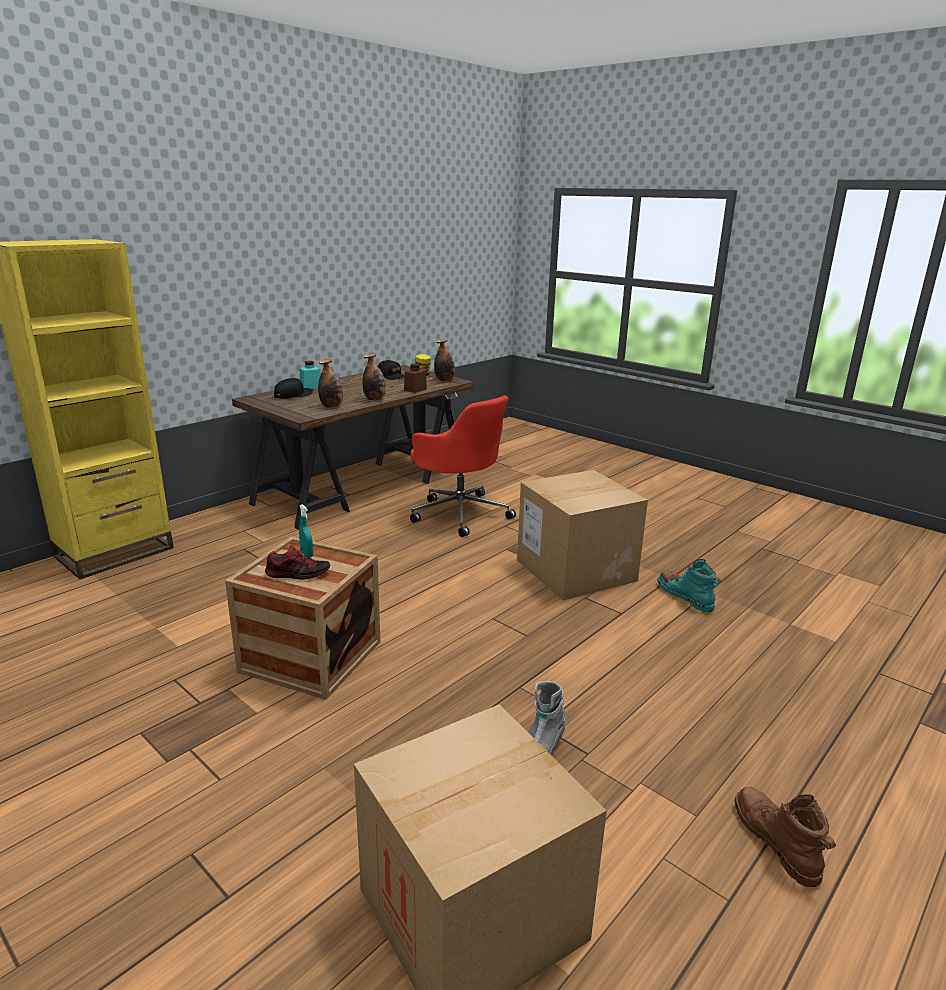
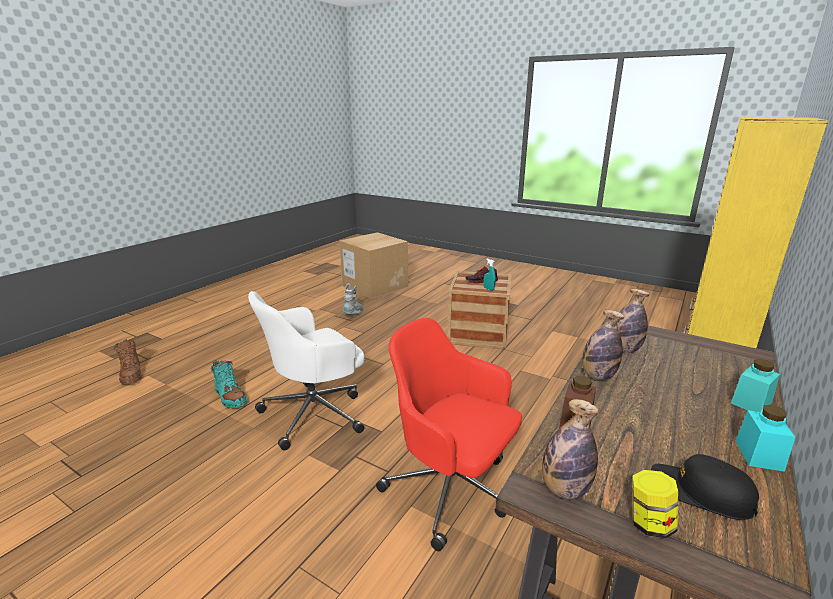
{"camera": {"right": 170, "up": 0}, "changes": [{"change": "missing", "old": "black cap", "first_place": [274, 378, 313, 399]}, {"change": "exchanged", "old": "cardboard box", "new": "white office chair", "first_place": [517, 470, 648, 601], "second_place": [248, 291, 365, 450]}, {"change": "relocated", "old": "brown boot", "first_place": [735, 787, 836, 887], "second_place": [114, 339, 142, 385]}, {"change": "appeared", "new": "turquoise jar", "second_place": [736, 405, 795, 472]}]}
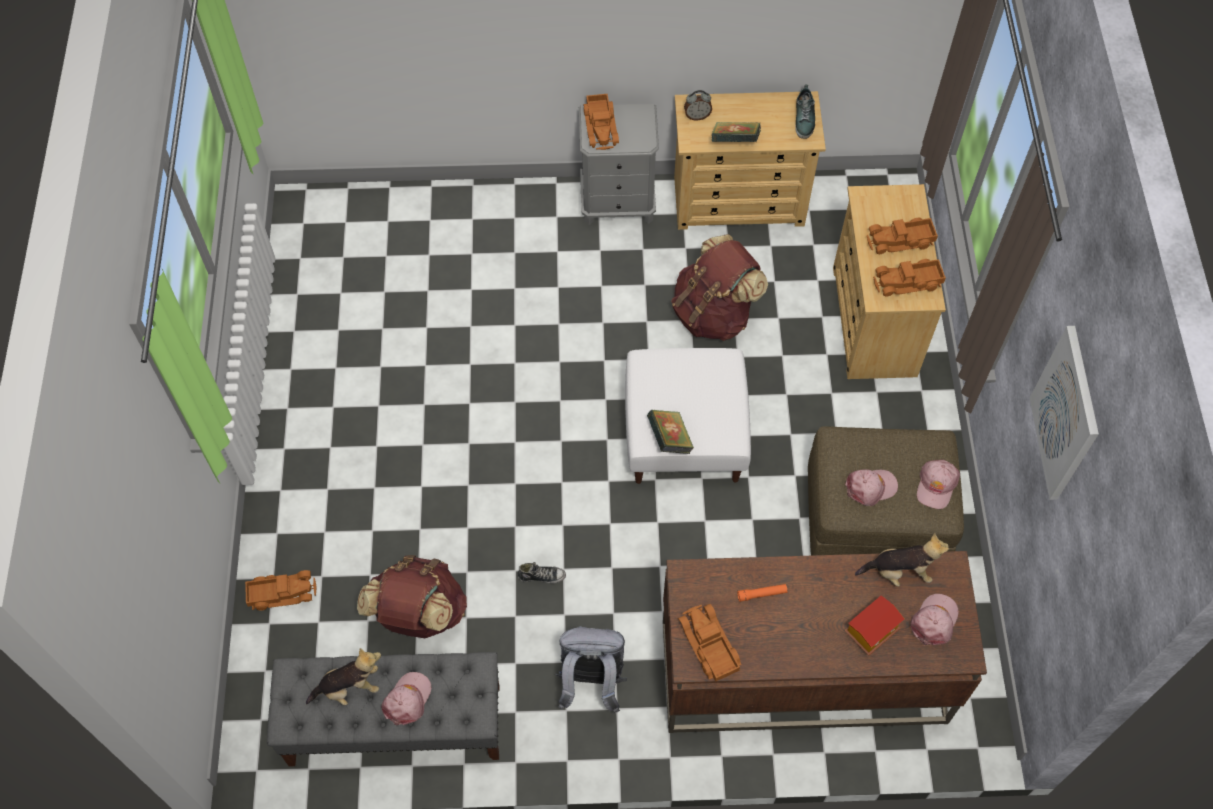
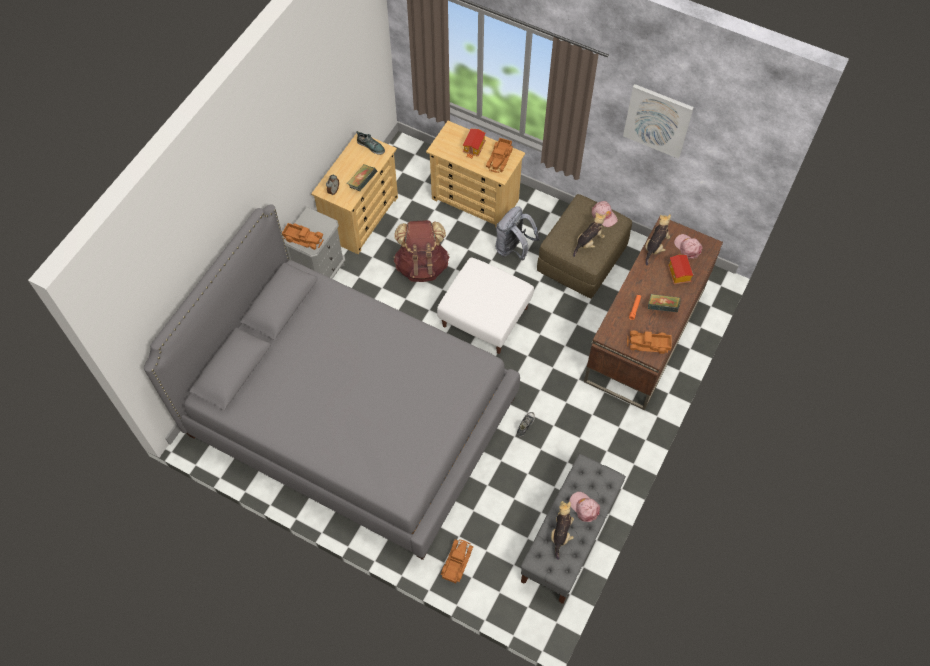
{"camera": {"right": -60, "up": 0}, "changes": [{"change": "missing", "old": "brown backpack", "first_place": [357, 555, 467, 638]}, {"change": "relocated", "old": "grey backpack", "first_place": [555, 626, 627, 713], "second_place": [496, 206, 540, 260]}, {"change": "relocated", "old": "book", "first_place": [647, 410, 694, 454], "second_place": [648, 294, 681, 312]}, {"change": "exchanged", "old": "pink cap", "new": "plush toy", "first_place": [845, 469, 898, 506], "second_place": [573, 212, 606, 257]}, {"change": "exchanged", "old": "toy truck", "new": "toy house", "first_place": [867, 218, 938, 254], "second_place": [463, 129, 486, 159]}, {"change": "appeared", "new": "grey bed", "second_place": [144, 204, 520, 560]}]}
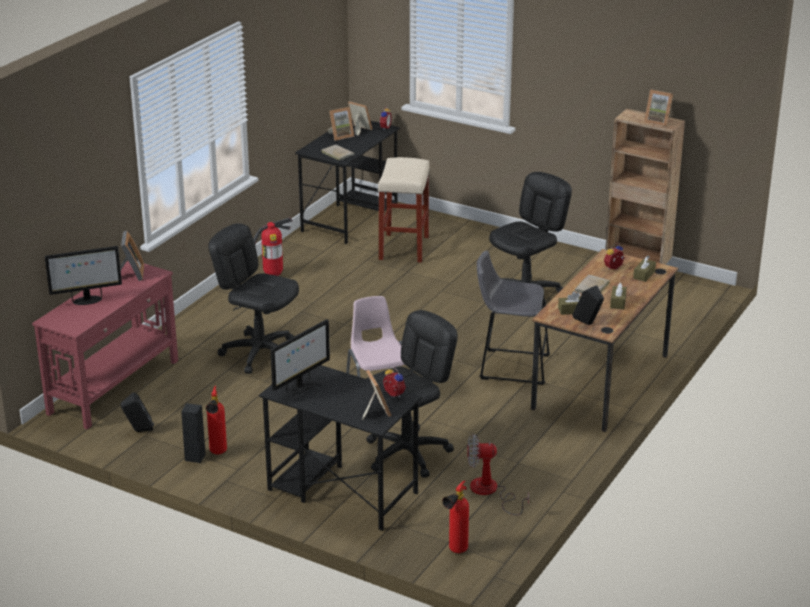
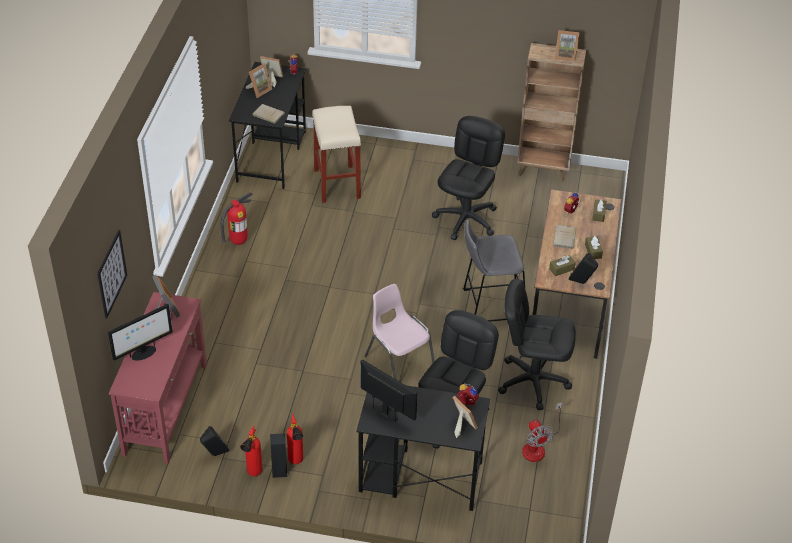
{"camera": {"right": -20, "up": 15}, "changes": [{"change": "relocated", "old": "black office chair", "first_place": [209, 223, 299, 374], "second_place": [498, 279, 576, 410]}, {"change": "spun", "old": "monitor", "first_place": [270, 319, 330, 394], "second_place": [360, 359, 417, 422], "degrees": -75}, {"change": "relocated", "old": "fire extinguisher", "first_place": [442, 481, 469, 553], "second_place": [240, 425, 263, 476]}, {"change": "spun", "old": "fan", "first_place": [467, 434, 529, 515], "second_place": [522, 402, 562, 462], "degrees": -90}, {"change": "appeared", "new": "picture", "second_place": [97, 230, 127, 319]}]}
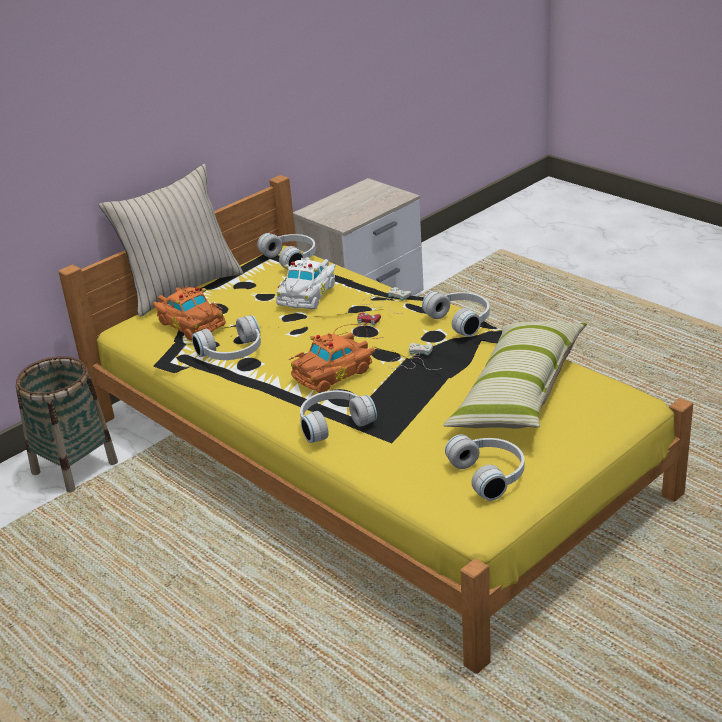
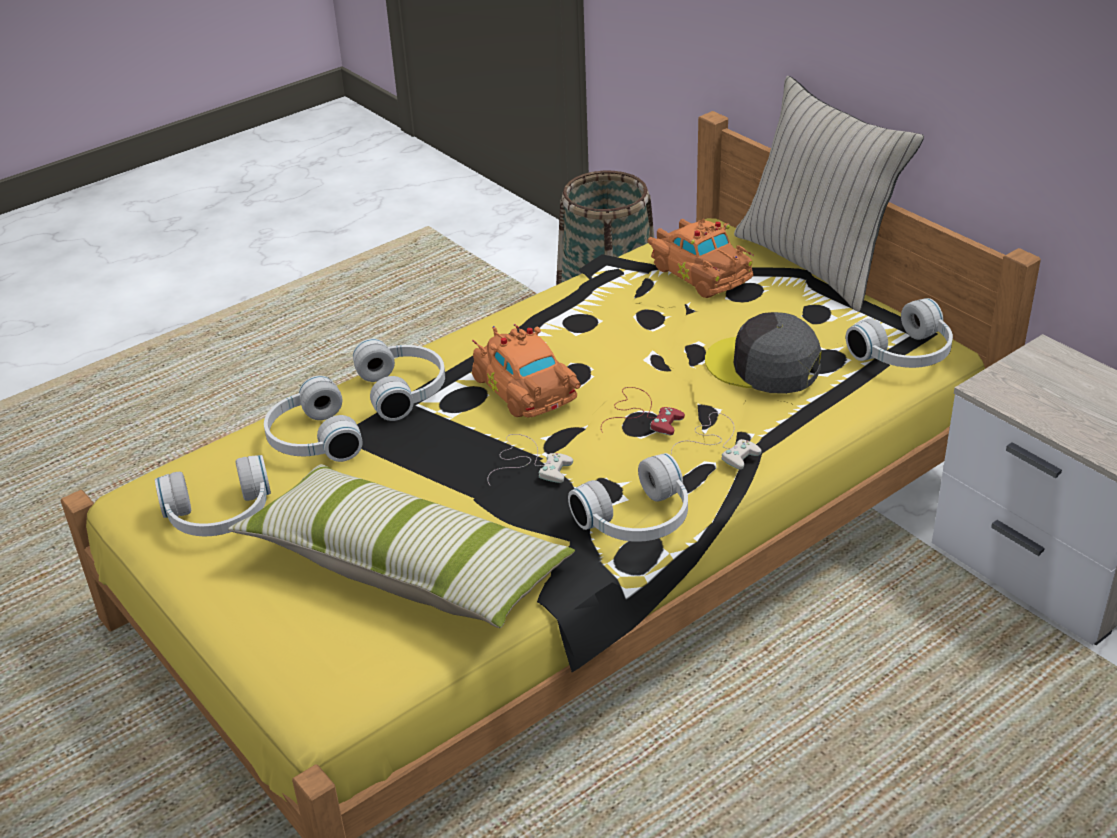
{"camera": {"right": 95, "up": 5}, "changes": [{"change": "spun", "old": "orange toy car", "first_place": [153, 286, 226, 340], "second_place": [647, 219, 754, 298], "degrees": -90}, {"change": "relocated", "old": "white headphones", "first_place": [192, 315, 261, 360], "second_place": [264, 376, 363, 462]}, {"change": "exchanged", "old": "white toy car", "new": "grey cap", "first_place": [276, 257, 336, 310], "second_place": [705, 312, 822, 394]}]}
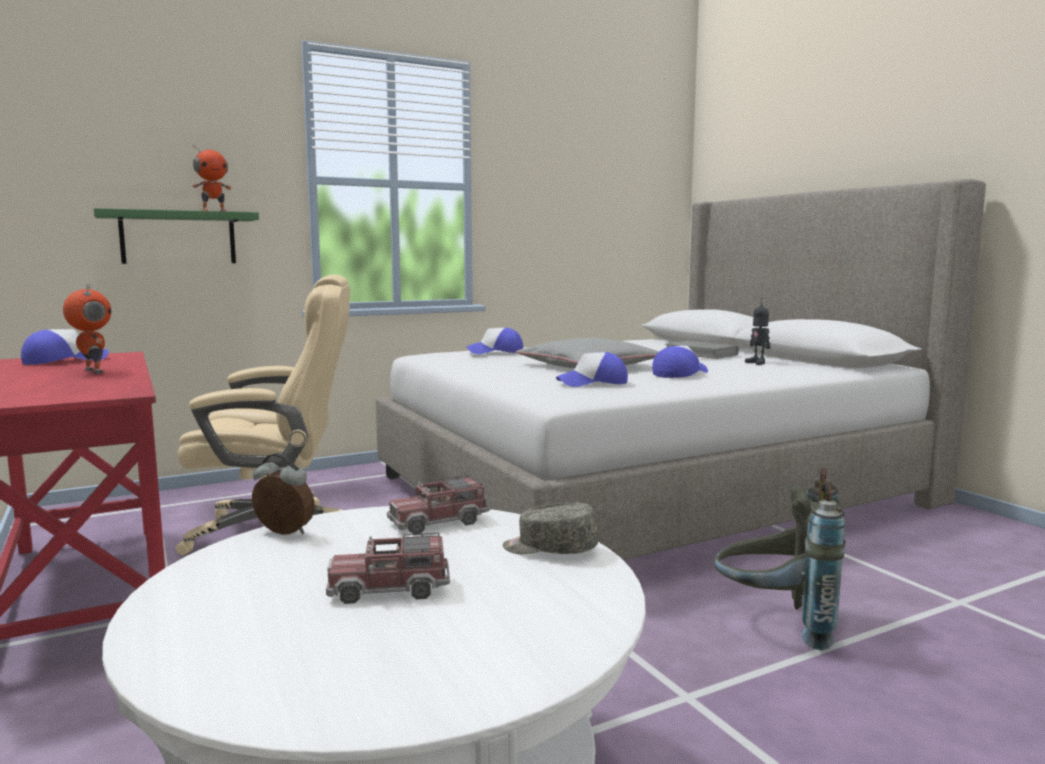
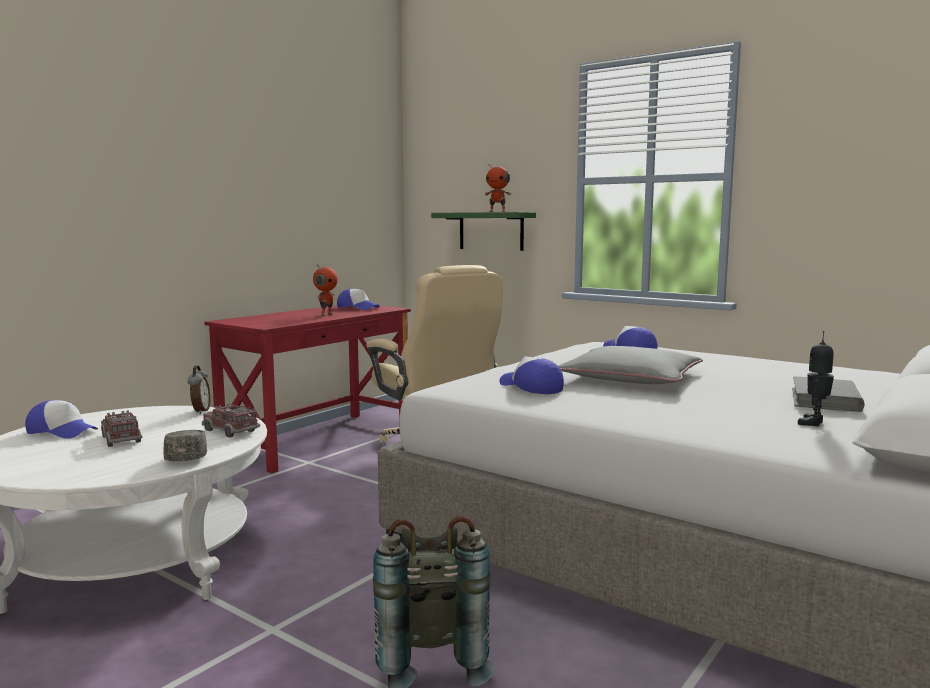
{"camera": {"right": 65, "up": 0}, "changes": [{"change": "relocated", "old": "cap", "first_place": [652, 345, 708, 378], "second_place": [25, 400, 98, 439]}]}
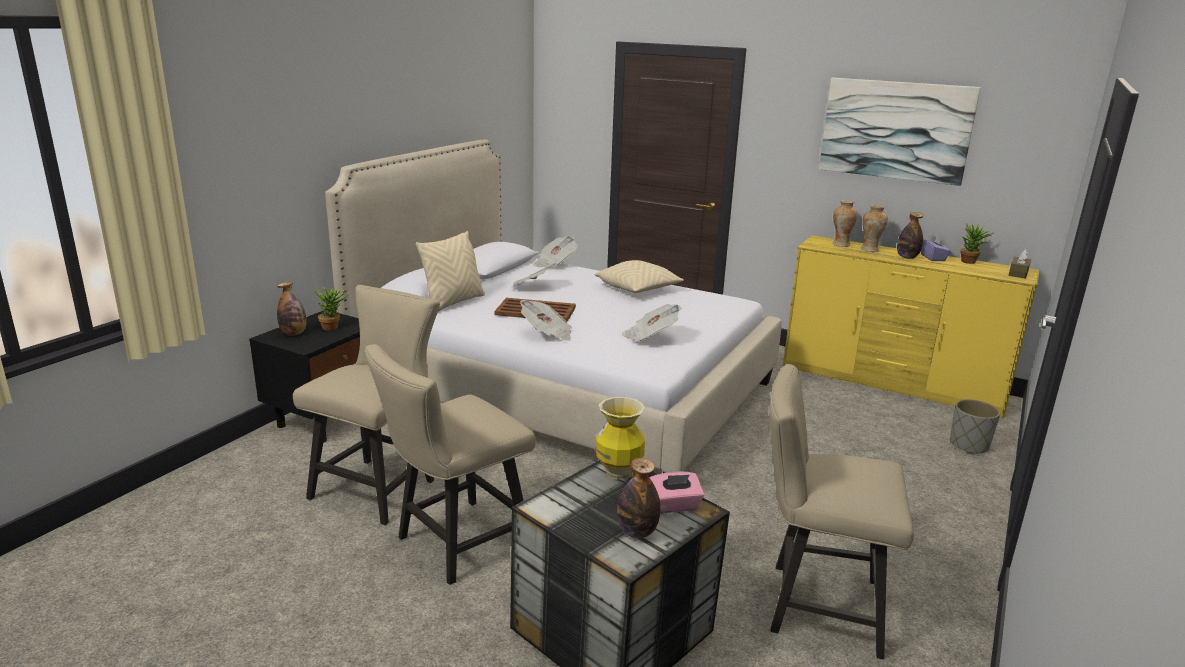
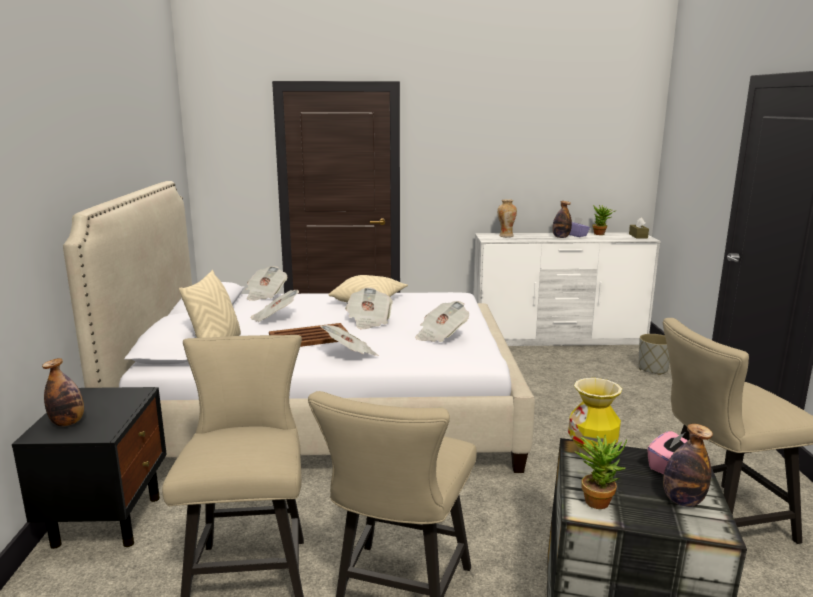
{"camera": {"right": -30, "up": -5}, "changes": [{"change": "relocated", "old": "potted plant", "first_place": [315, 287, 348, 331], "second_place": [574, 435, 627, 509]}, {"change": "colour", "old": "yellow dresser", "new": "white dresser", "first_place": [783, 235, 1039, 418], "second_place": [473, 232, 661, 346]}, {"change": "missing", "old": "picture", "first_place": [819, 78, 981, 186]}, {"change": "missing", "old": "vase", "first_place": [861, 205, 888, 252]}, {"change": "appeared", "new": "newspaper", "second_place": [345, 288, 393, 329]}]}
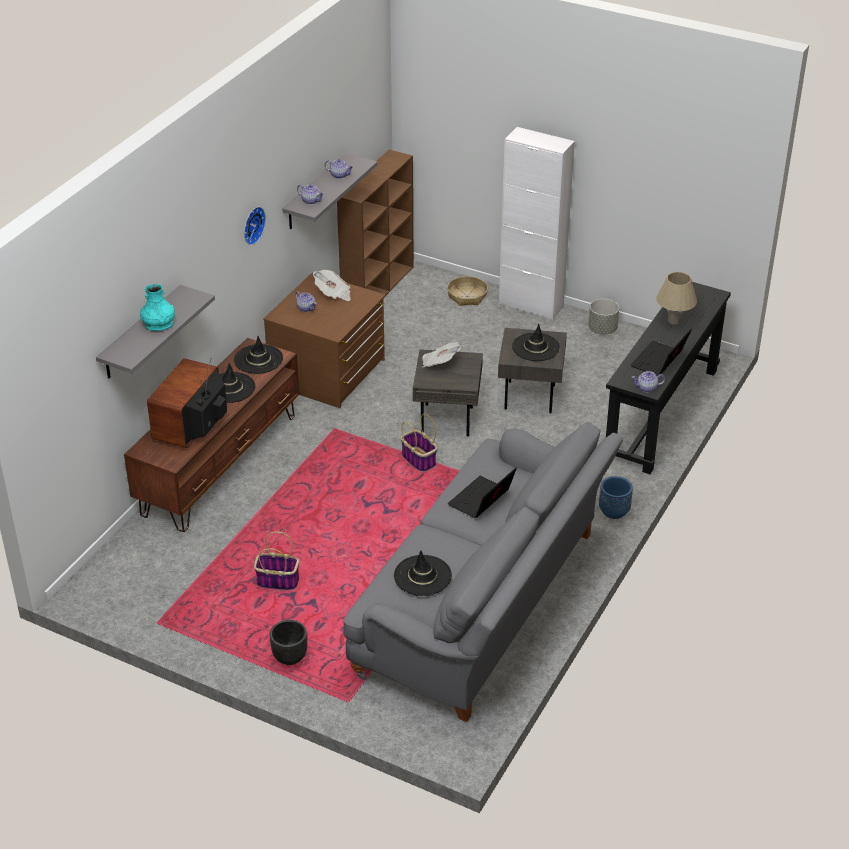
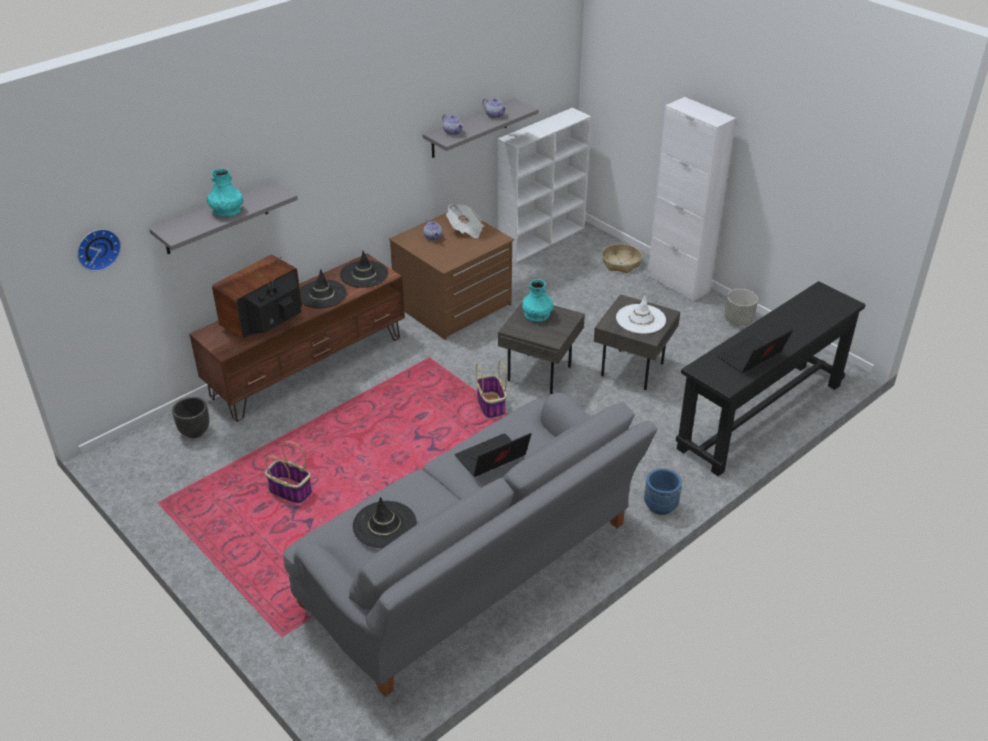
{"camera": {"right": 20, "up": 0}, "changes": [{"change": "relocated", "old": "wall clock", "first_place": [244, 207, 266, 245], "second_place": [77, 229, 121, 271]}, {"change": "relocated", "old": "black planter", "first_place": [270, 620, 307, 665], "second_place": [172, 397, 209, 438]}, {"change": "colour", "old": "brown bookcase", "new": "white bookcase", "first_place": [337, 149, 414, 295], "second_place": [498, 108, 591, 263]}, {"change": "exchanged", "old": "newspaper", "new": "turquoise vase", "first_place": [422, 342, 461, 367], "second_place": [522, 279, 553, 322]}, {"change": "colour", "old": "black hat", "new": "white hat", "first_place": [512, 324, 560, 361], "second_place": [616, 295, 666, 334]}, {"change": "missing", "old": "teapot", "first_place": [631, 371, 665, 392]}, {"change": "missing", "old": "beige table lamp", "first_place": [656, 272, 697, 325]}]}
